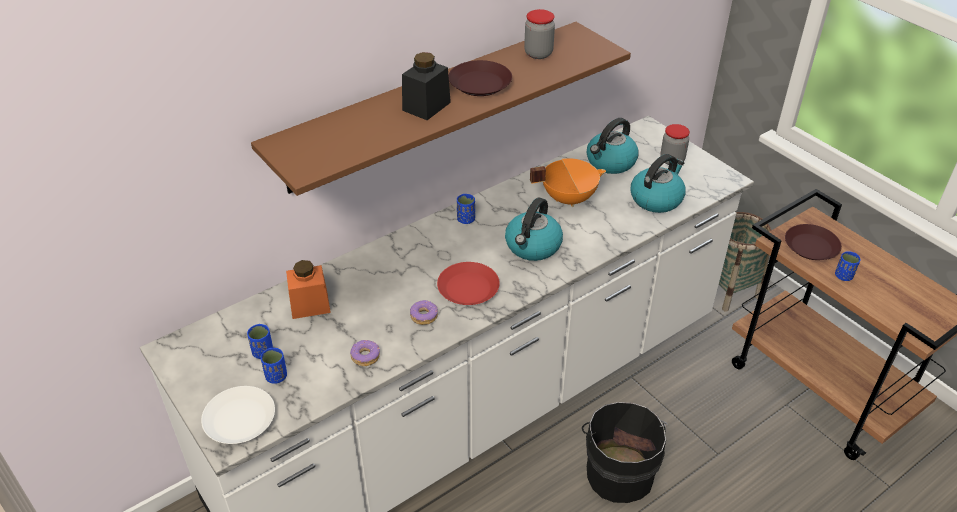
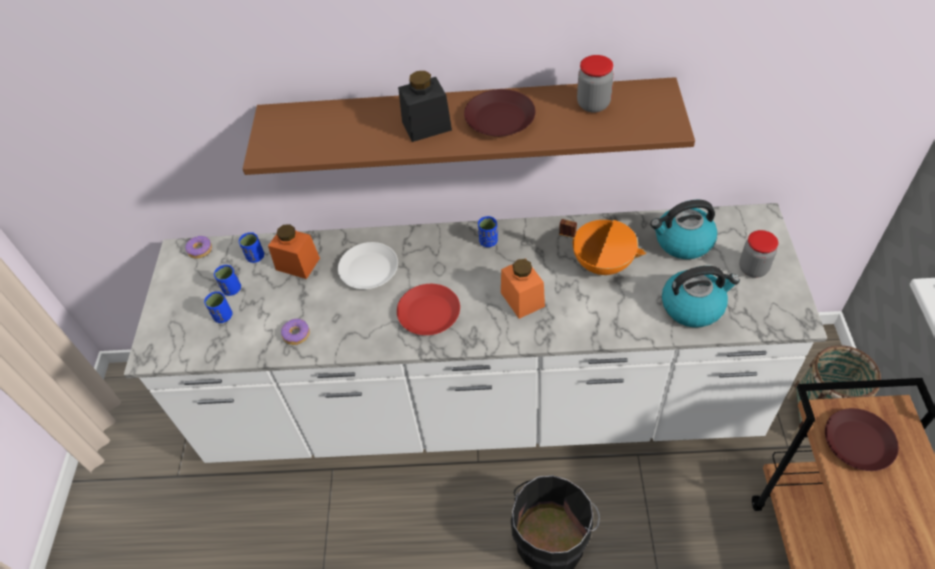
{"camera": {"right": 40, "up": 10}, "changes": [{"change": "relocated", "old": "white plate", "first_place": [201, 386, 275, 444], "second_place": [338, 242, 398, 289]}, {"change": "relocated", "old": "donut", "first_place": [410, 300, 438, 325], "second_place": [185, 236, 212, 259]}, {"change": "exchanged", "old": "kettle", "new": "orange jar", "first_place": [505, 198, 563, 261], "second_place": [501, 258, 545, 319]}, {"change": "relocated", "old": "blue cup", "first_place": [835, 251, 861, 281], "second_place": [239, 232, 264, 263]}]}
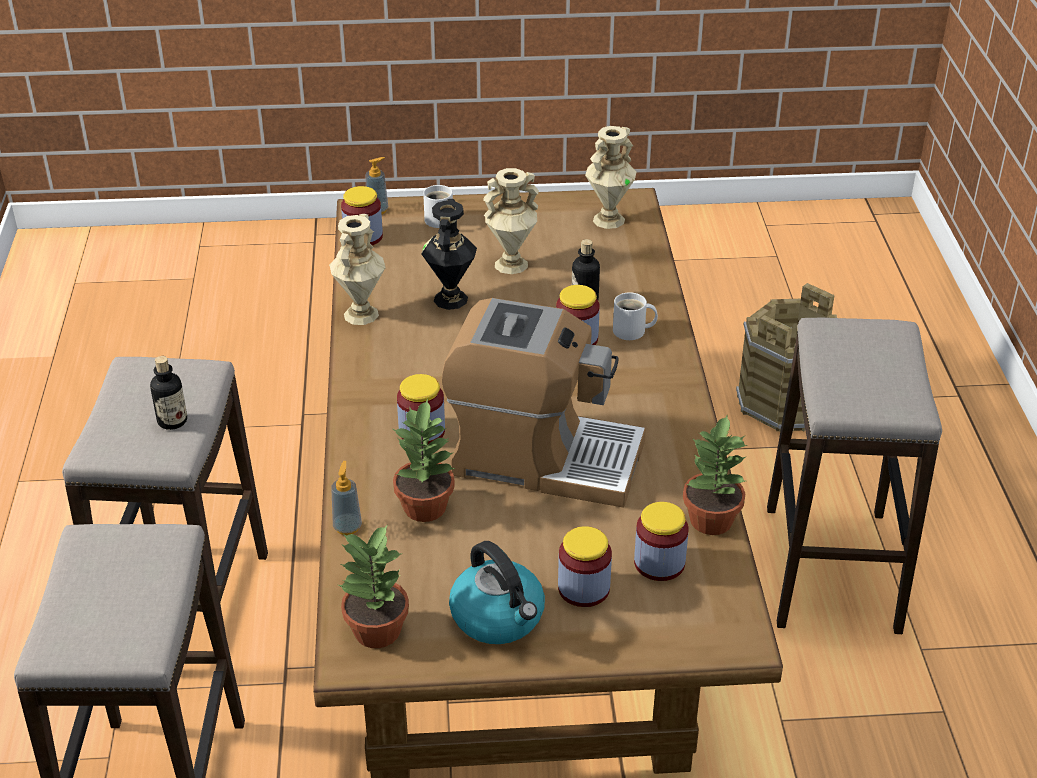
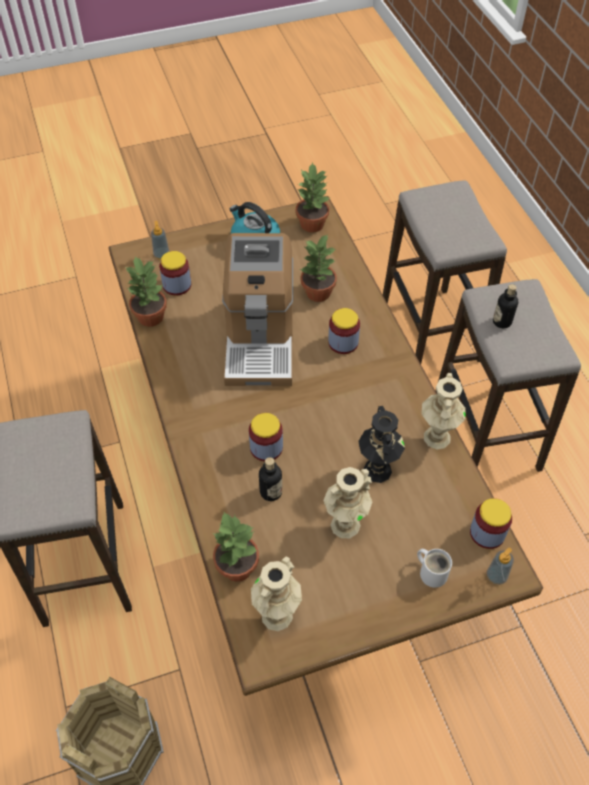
{"camera": {"right": 165, "up": 15}, "changes": [{"change": "relocated", "old": "soap dispenser", "first_place": [331, 461, 362, 535], "second_place": [151, 221, 170, 260]}, {"change": "spun", "old": "coffee machine", "first_place": [442, 298, 646, 508], "second_place": [222, 233, 293, 386], "degrees": -90}, {"change": "missing", "old": "jar", "first_place": [558, 526, 612, 607]}, {"change": "missing", "old": "white mug", "first_place": [613, 292, 658, 340]}, {"change": "appeared", "new": "potted plant", "second_place": [213, 512, 259, 582]}]}
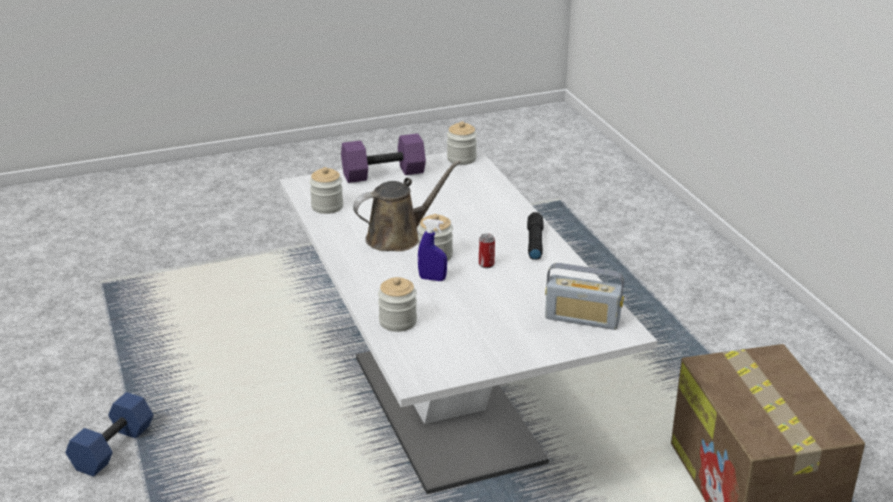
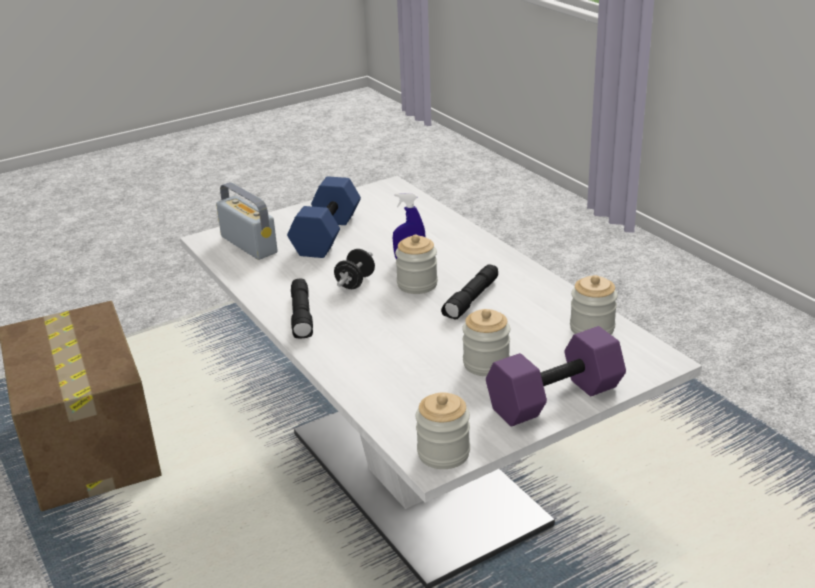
{"camera": {"right": 170, "up": 0}, "changes": [{"change": "relocated", "old": "blue dumbbell", "first_place": [66, 392, 153, 477], "second_place": [287, 176, 361, 258]}, {"change": "exchanged", "old": "brown watering can", "new": "black flashlight", "first_place": [353, 160, 461, 251], "second_place": [441, 264, 498, 319]}, {"change": "relocated", "old": "jar", "first_place": [378, 277, 417, 332], "second_place": [462, 309, 510, 376]}, {"change": "exchanged", "old": "can", "new": "black dumbbell", "first_place": [479, 233, 495, 268], "second_place": [334, 249, 375, 289]}, {"change": "spun", "old": "radio", "first_place": [545, 263, 624, 330], "second_place": [216, 182, 278, 260], "degrees": 45}]}
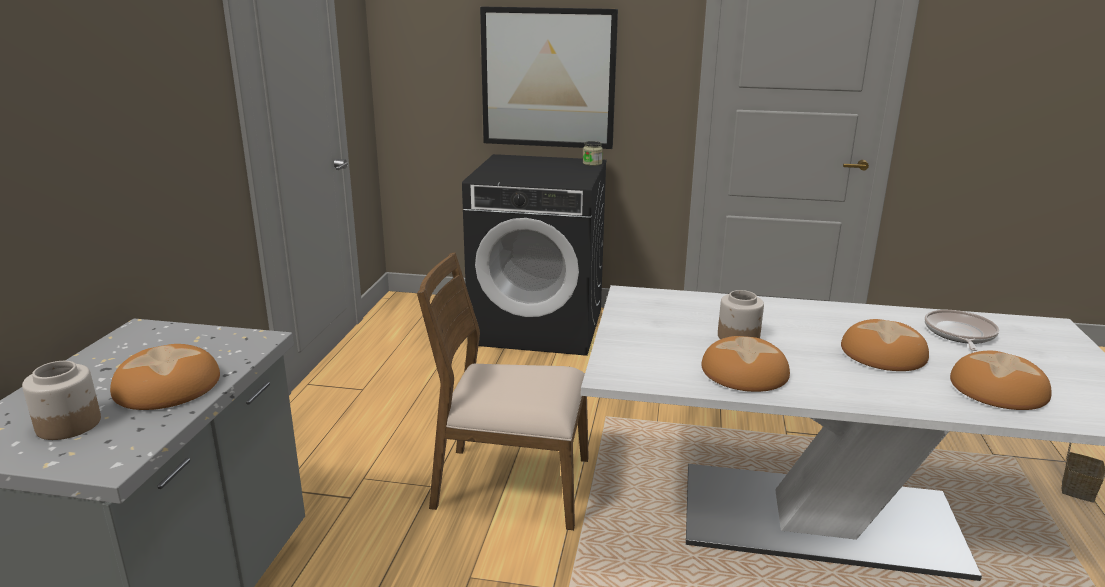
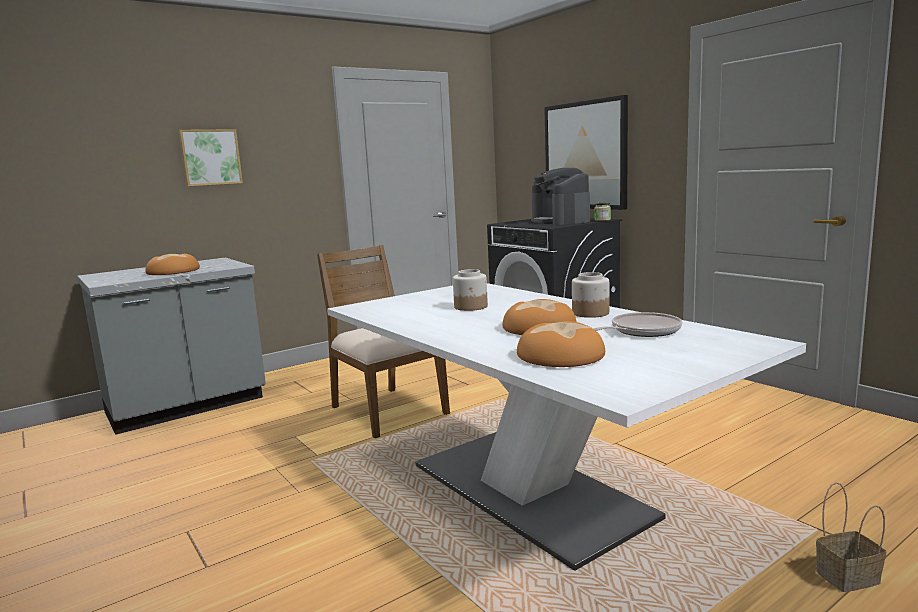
{"camera": {"right": 45, "up": -10}, "changes": [{"change": "relocated", "old": "jar", "first_place": [22, 361, 101, 440], "second_place": [572, 272, 609, 318]}, {"change": "missing", "old": "bread", "first_place": [701, 336, 790, 392]}, {"change": "appeared", "new": "picture", "second_place": [178, 129, 243, 186]}, {"change": "appeared", "new": "coffee machine", "second_place": [531, 168, 590, 225]}]}
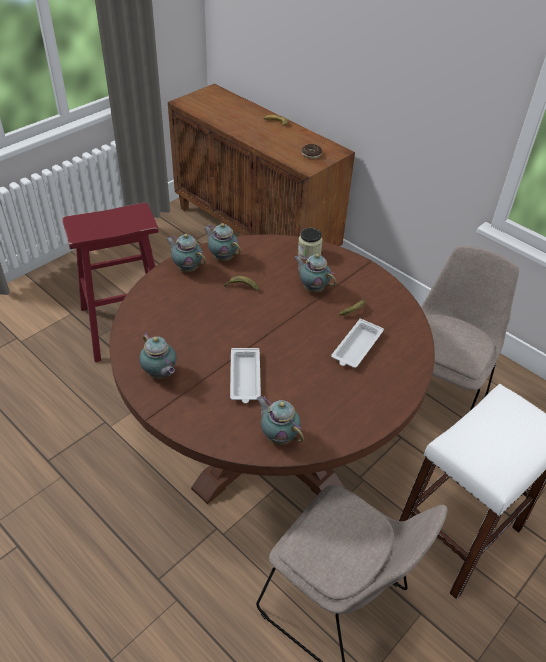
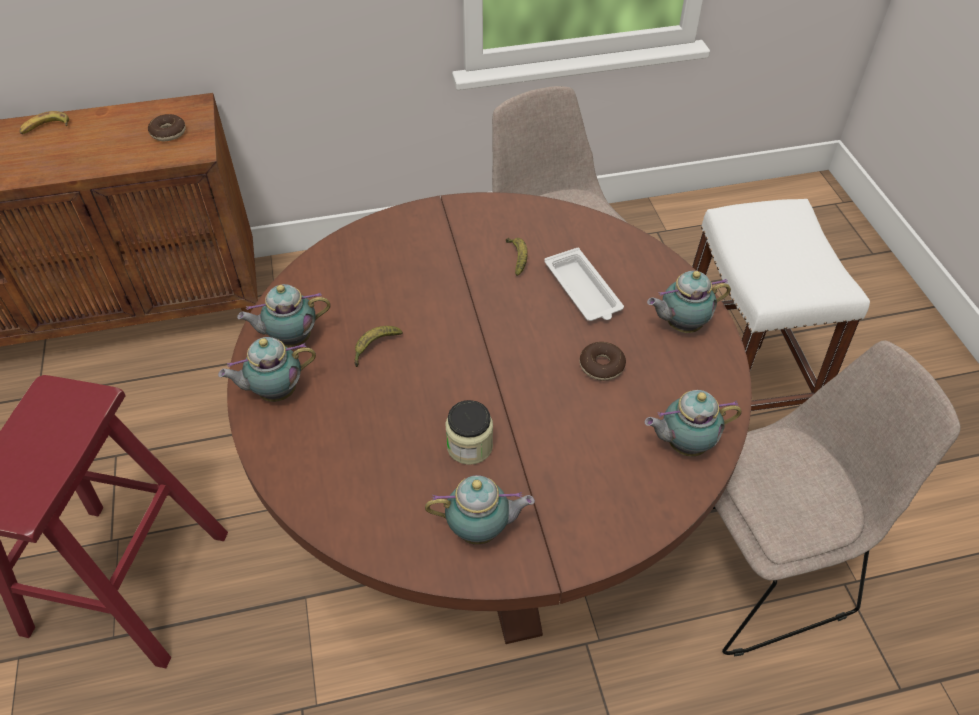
{"camera": {"right": -55, "up": 5}, "changes": [{"change": "missing", "old": "white tray", "first_place": [230, 348, 261, 403]}, {"change": "relocated", "old": "teapot", "first_place": [294, 254, 336, 293], "second_place": [647, 271, 731, 333]}, {"change": "relocated", "old": "jar", "first_place": [298, 228, 323, 260], "second_place": [445, 400, 493, 465]}, {"change": "appeared", "new": "donut", "second_place": [580, 342, 626, 381]}]}
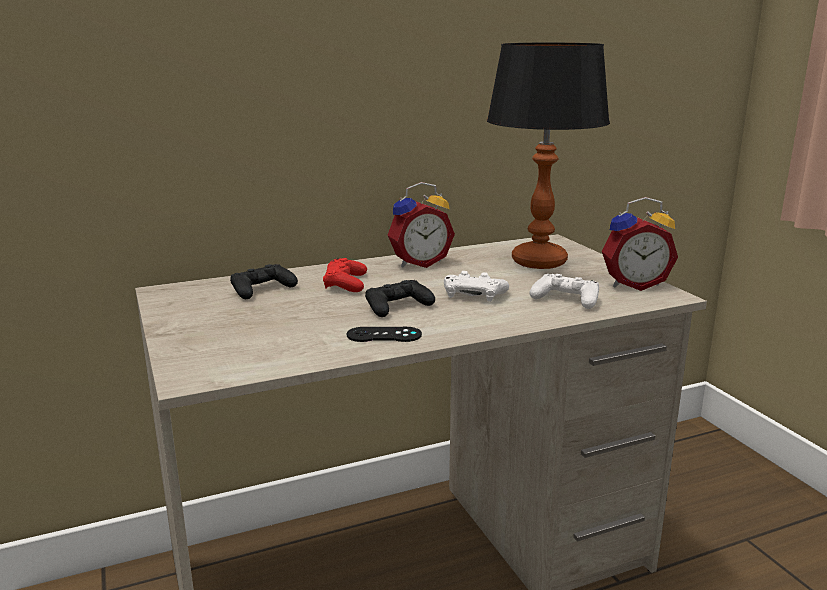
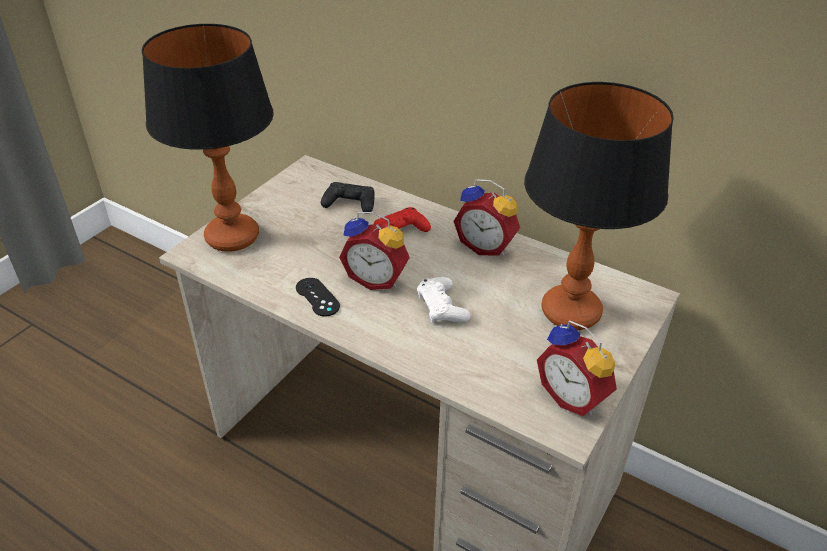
{"camera": {"right": 55, "up": 20}, "changes": [{"change": "exchanged", "old": "black game controller", "new": "alarm clock", "first_place": [365, 280, 435, 317], "second_place": [339, 212, 410, 290]}, {"change": "missing", "old": "white game controller", "first_place": [530, 274, 599, 309]}, {"change": "appeared", "new": "table lamp", "second_place": [142, 24, 274, 252]}]}
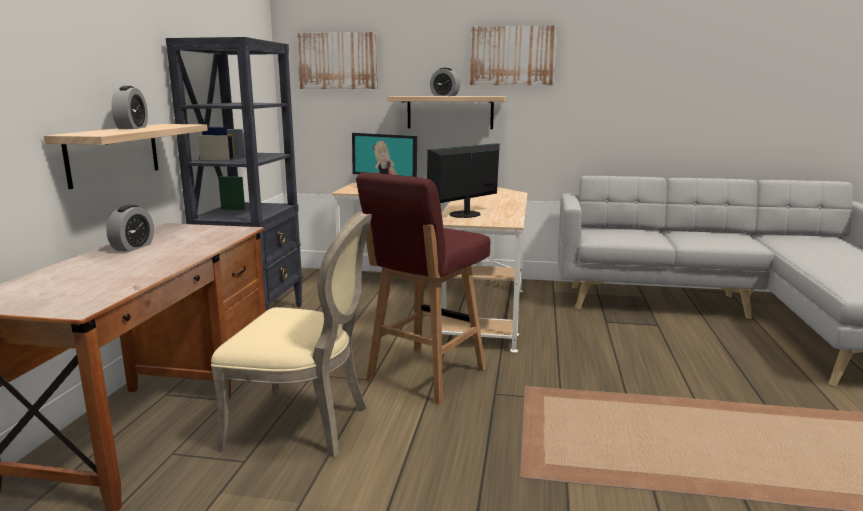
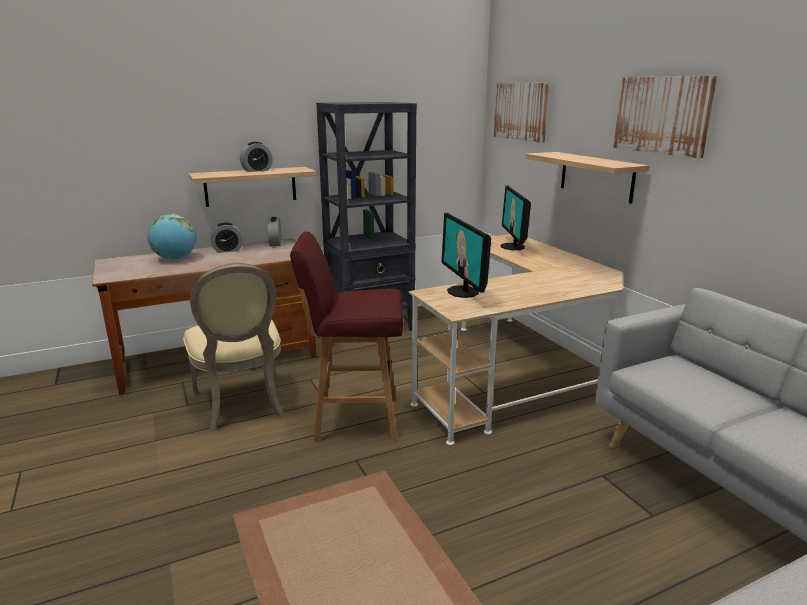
{"camera": {"right": 55, "up": 5}, "changes": [{"change": "spun", "old": "monitor", "first_place": [427, 143, 500, 218], "second_place": [441, 213, 491, 298], "degrees": -120}, {"change": "relocated", "old": "alarm clock", "first_place": [430, 68, 460, 96], "second_place": [268, 217, 282, 246]}, {"change": "appeared", "new": "globe", "second_place": [148, 214, 196, 260]}]}
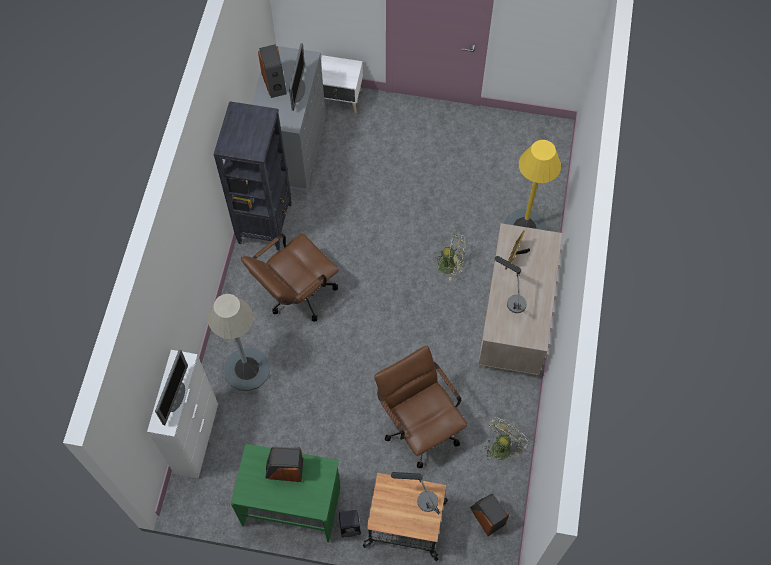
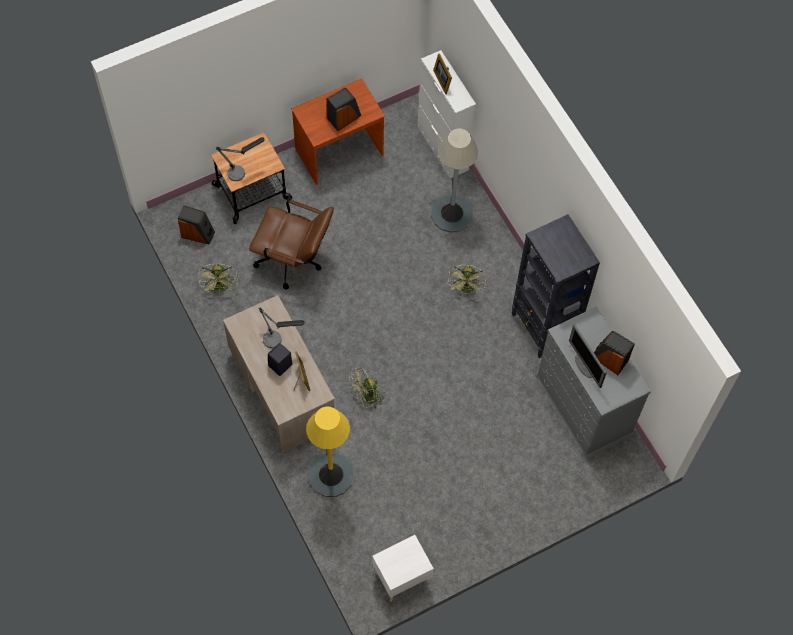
{"camera": {"right": 140, "up": 0}, "changes": [{"change": "exchanged", "old": "monitor", "new": "picture frame", "first_place": [155, 350, 188, 425], "second_place": [433, 53, 452, 94]}, {"change": "colour", "old": "green desk", "new": "brown desk", "first_place": [231, 444, 341, 542], "second_place": [291, 78, 385, 185]}, {"change": "exchanged", "old": "brown office chair", "new": "green fan", "first_place": [241, 234, 339, 322], "second_place": [448, 265, 487, 295]}, {"change": "relocated", "old": "white nightstand", "first_place": [321, 55, 363, 113], "second_place": [372, 535, 434, 602]}, {"change": "relocated", "old": "black speaker", "first_place": [339, 510, 361, 537], "second_place": [268, 343, 293, 376]}]}
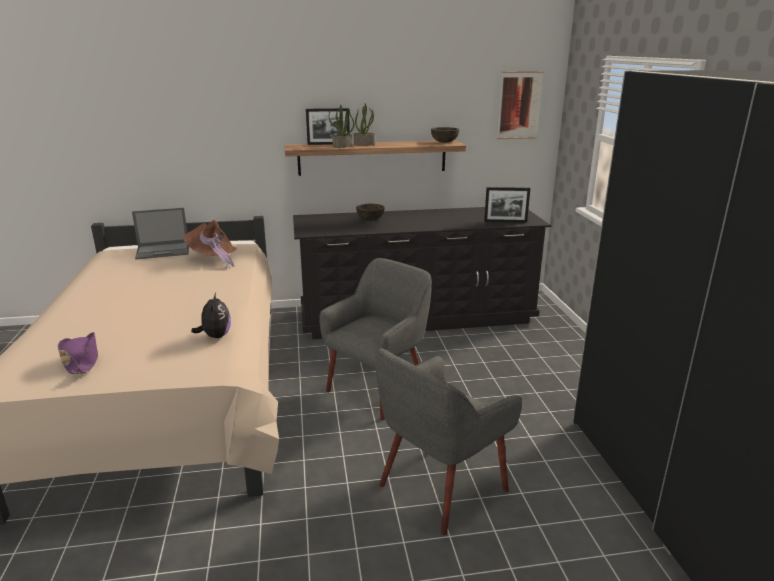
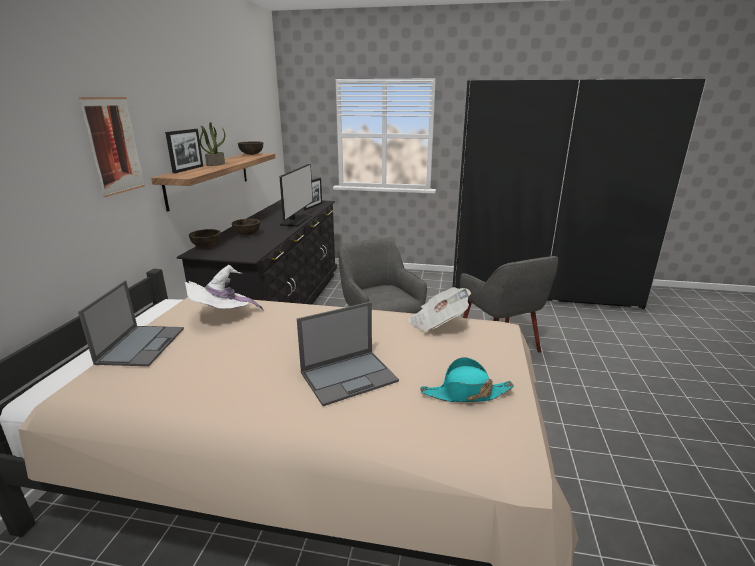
{"camera": {"right": -70, "up": 0}, "changes": [{"change": "colour", "old": "purple hat", "new": "turquoise hat", "first_place": [58, 332, 98, 374], "second_place": [420, 357, 514, 402]}, {"change": "colour", "old": "brown hat", "new": "white hat", "first_place": [183, 220, 237, 269], "second_place": [185, 265, 264, 311]}, {"change": "exchanged", "old": "plush toy", "new": "newspaper", "first_place": [191, 292, 231, 338], "second_place": [407, 287, 471, 332]}, {"change": "missing", "old": "potted plant", "first_place": [329, 105, 354, 148]}, {"change": "relocated", "old": "picture", "first_place": [497, 71, 543, 139], "second_place": [79, 97, 145, 197]}, {"change": "appeared", "new": "brown bowl", "second_place": [189, 229, 221, 248]}, {"change": "appeared", "new": "monitor", "second_place": [279, 164, 313, 227]}, {"change": "appeared", "new": "laptop", "second_place": [297, 302, 399, 406]}]}
